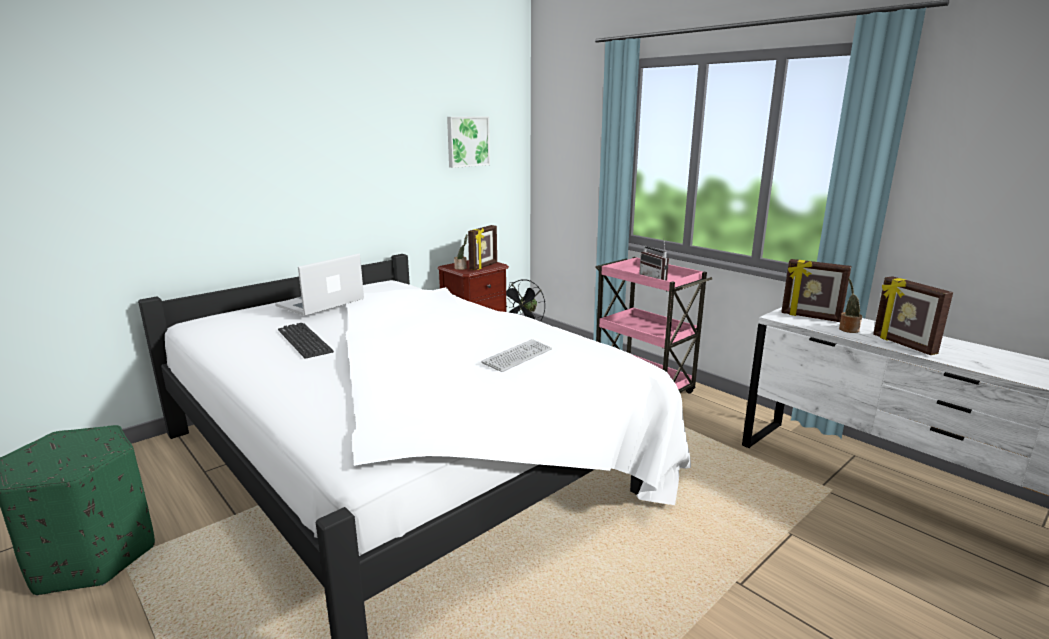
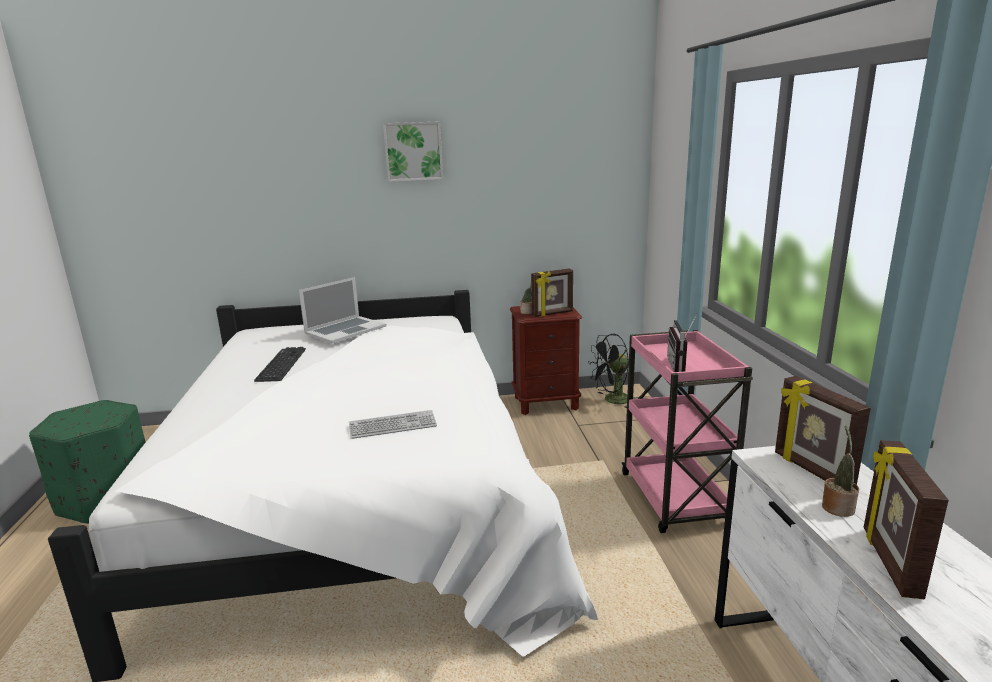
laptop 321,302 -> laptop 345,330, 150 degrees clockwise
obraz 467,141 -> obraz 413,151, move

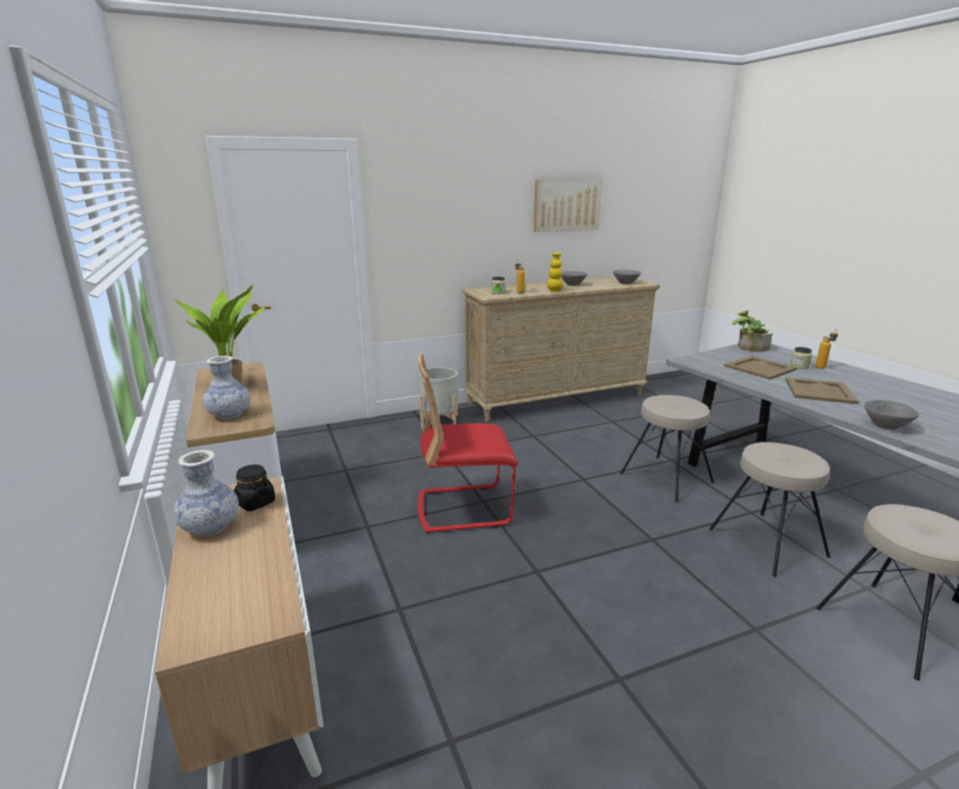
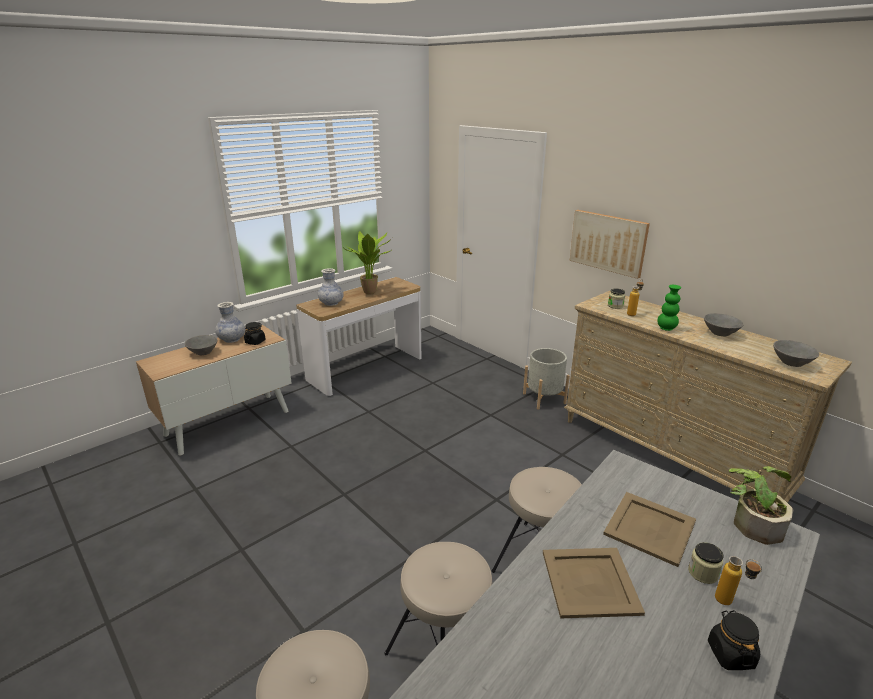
miska [szary] 886,426 -> miska [szary] 203,353, move
obraz 567,205 -> obraz 608,242, move
wazon [żółty] 554,291 -> wazon [zielony] 666,328
none -> słoik [czarny] 730,654
krzesło [czerwony] 464,508 -> none

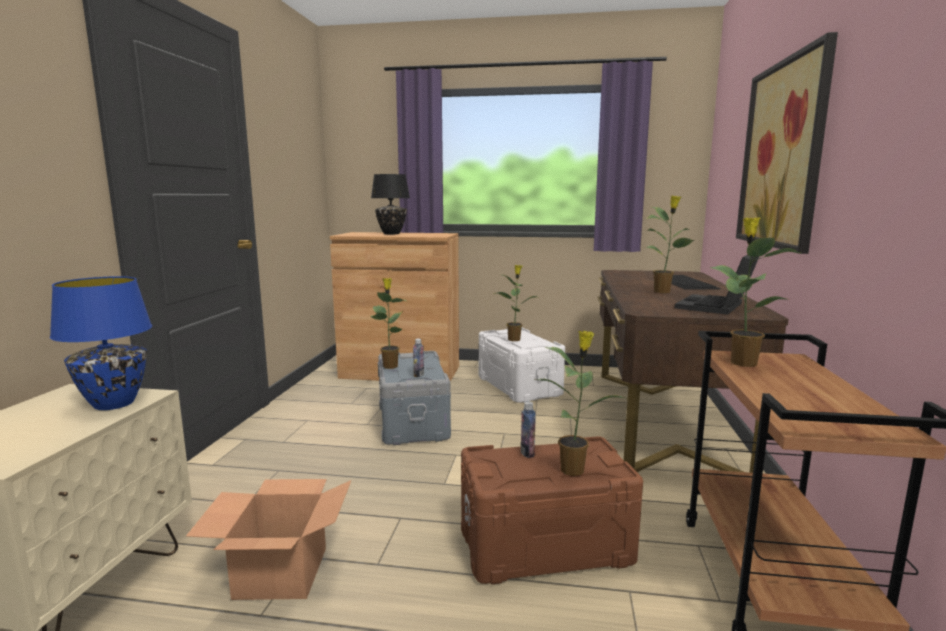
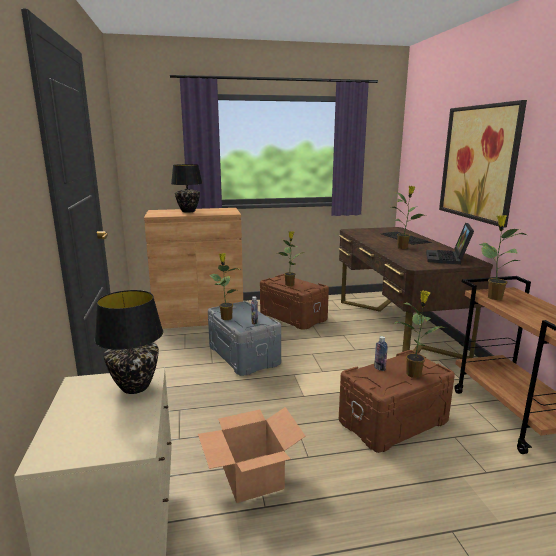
lampa stołowa [niebieski] 113,404 -> lampa stołowa [czarny] 135,387
pojemnik do przechowywania [biały] 519,385 -> pojemnik do przechowywania [brązowy] 293,316

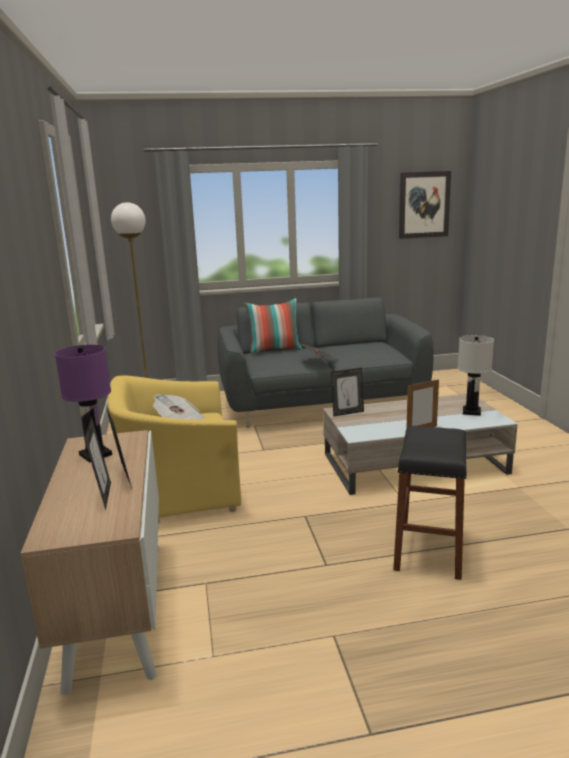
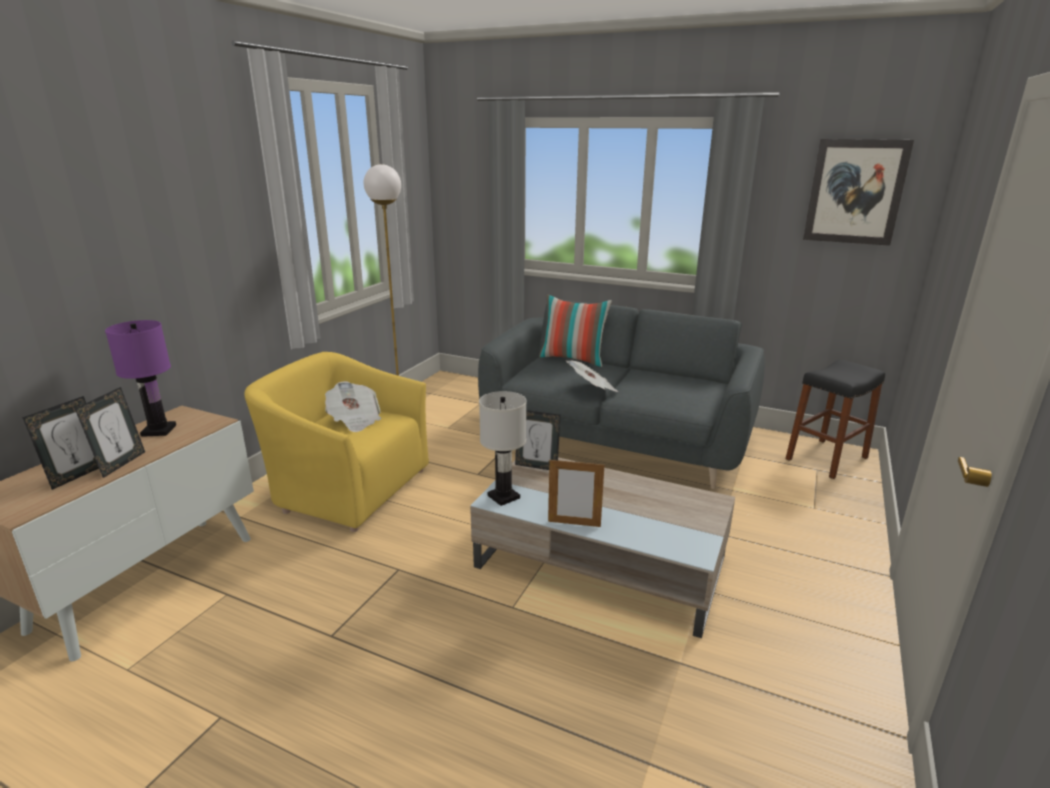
lampa stołowa [biały] 471,412 -> lampa stołowa [biały] 503,496, move
stołek [czarny] 429,549 -> stołek [czarny] 826,458, move

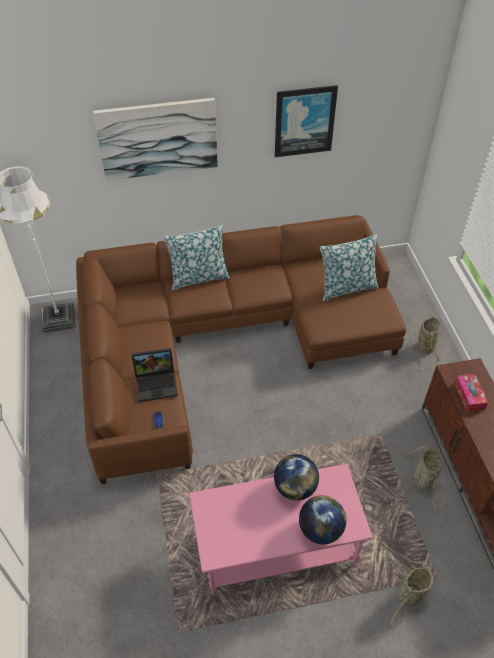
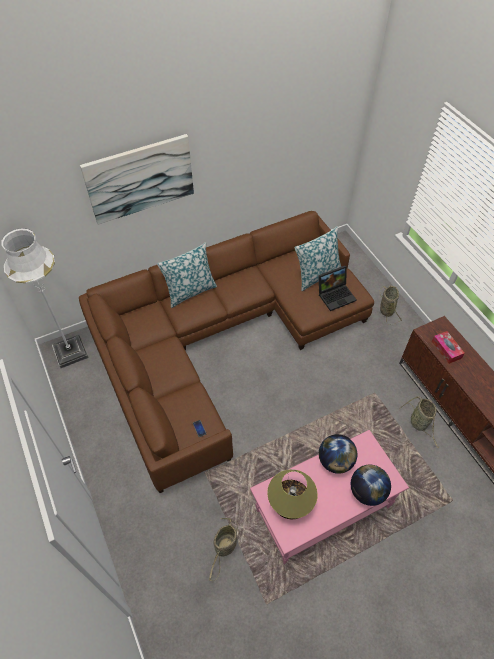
koszyk 409,596 -> koszyk 225,547, move
none -> lampa stołowa 290,502
laptop 157,383 -> laptop 336,295, move
obraz 304,121 -> none

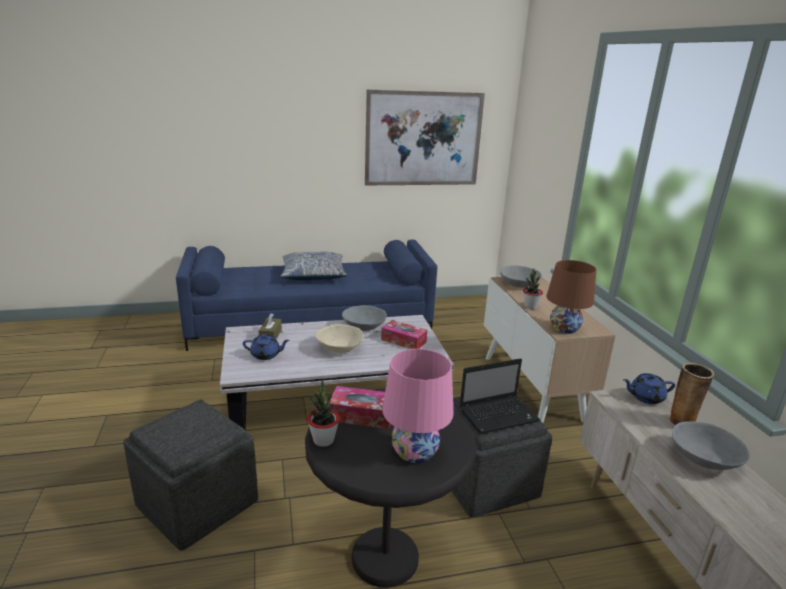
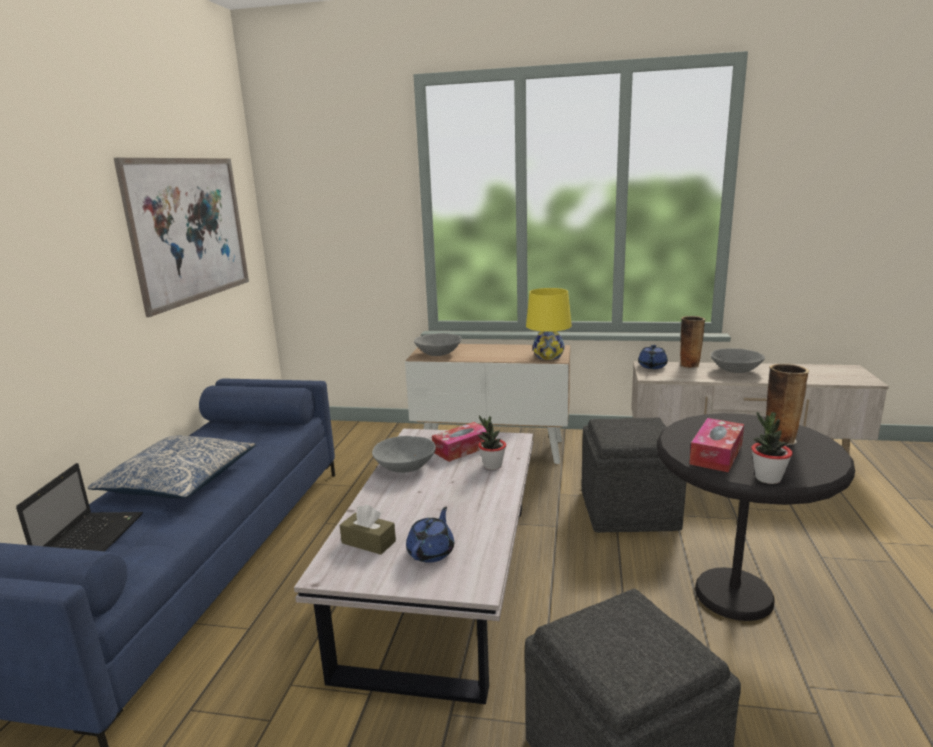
laptop 499,415 -> laptop 92,538, move
roślina doniczkowa 530,306 -> roślina doniczkowa 492,466, move
lampa stołowa [brązowy] 564,328 -> lampa stołowa [żółty] 548,356
lampa stołowa [różowy] 414,451 -> wazon 779,439
miska [beżowy] 339,348 -> none

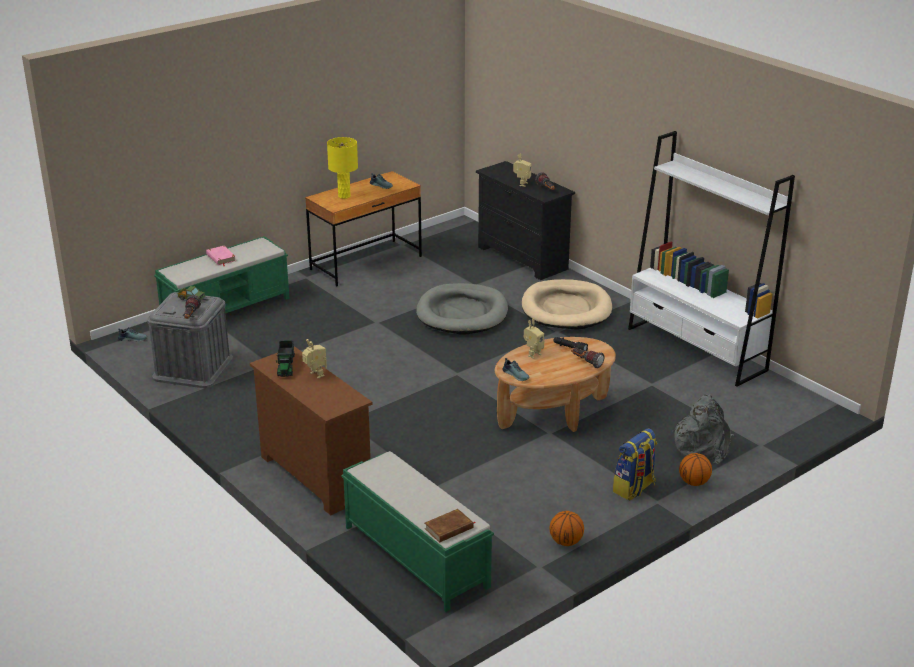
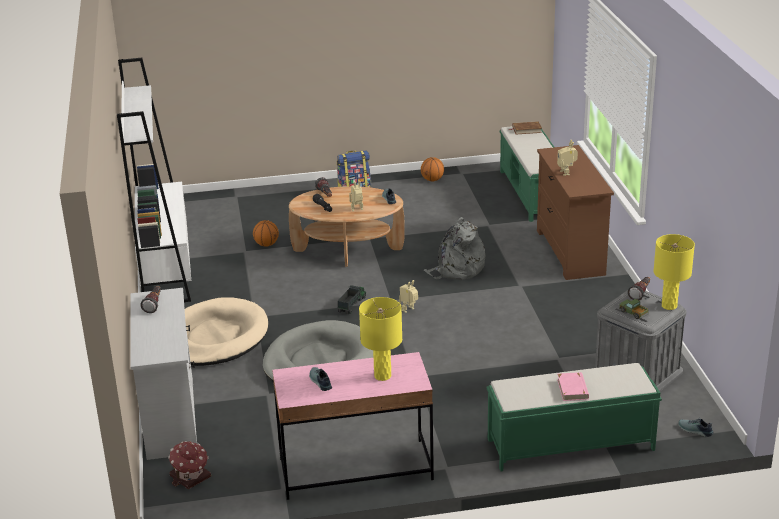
komoda [czarny] 522,258 -> komoda [biały] 170,418
none -> domek 190,477
piłka do koszykówki 694,482 -> piłka do koszykówki 266,244, move
biurko [brązowy] 366,263 -> biurko [różowy] 355,469
ciężarówka zabawkowa 286,366 -> ciężarówka zabawkowa 352,304, move
robot zabawkowy 521,184 -> robot zabawkowy 409,310, move
plecak [szary] 703,446 -> plecak [szary] 457,270, move
none -> lampa stołowa [żółty] 669,306

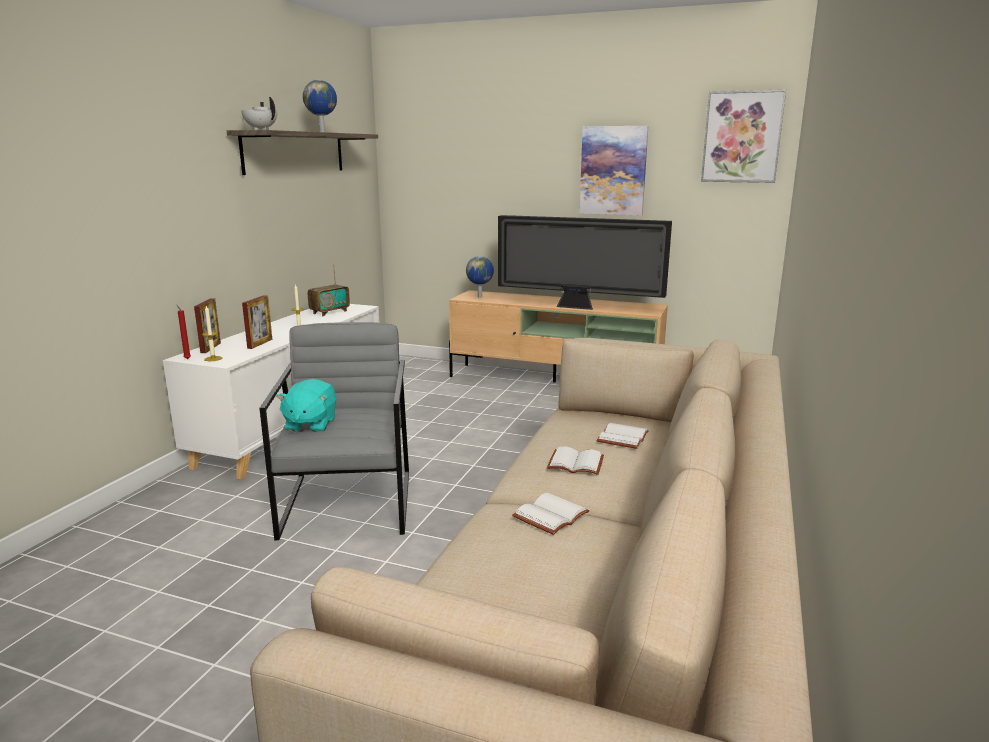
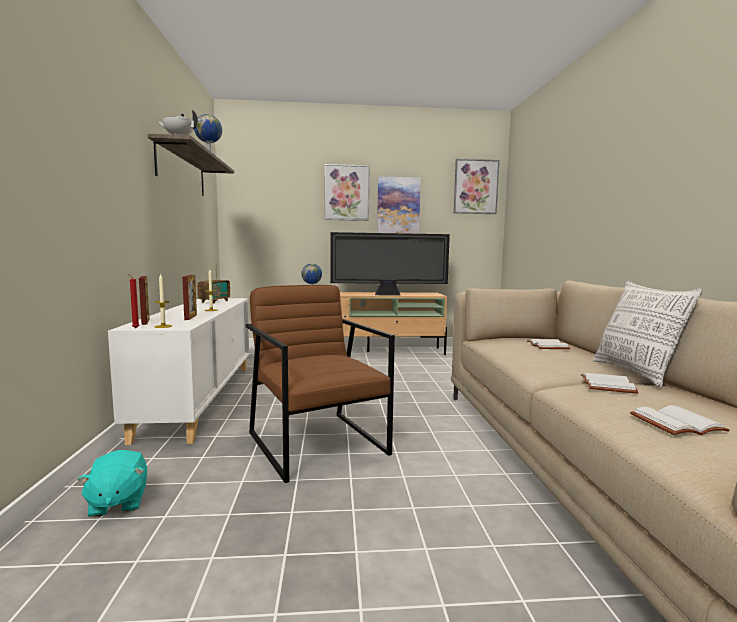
pluszak [turkusowy] 310,425 -> pluszak [turkusowy] 117,503, move
fotel [szary] 349,503 -> fotel [brązowy] 317,443
none -> obraz 346,193
none -> poduszka 636,373
książka [biały] 574,464 -> książka [biały] 677,424, move

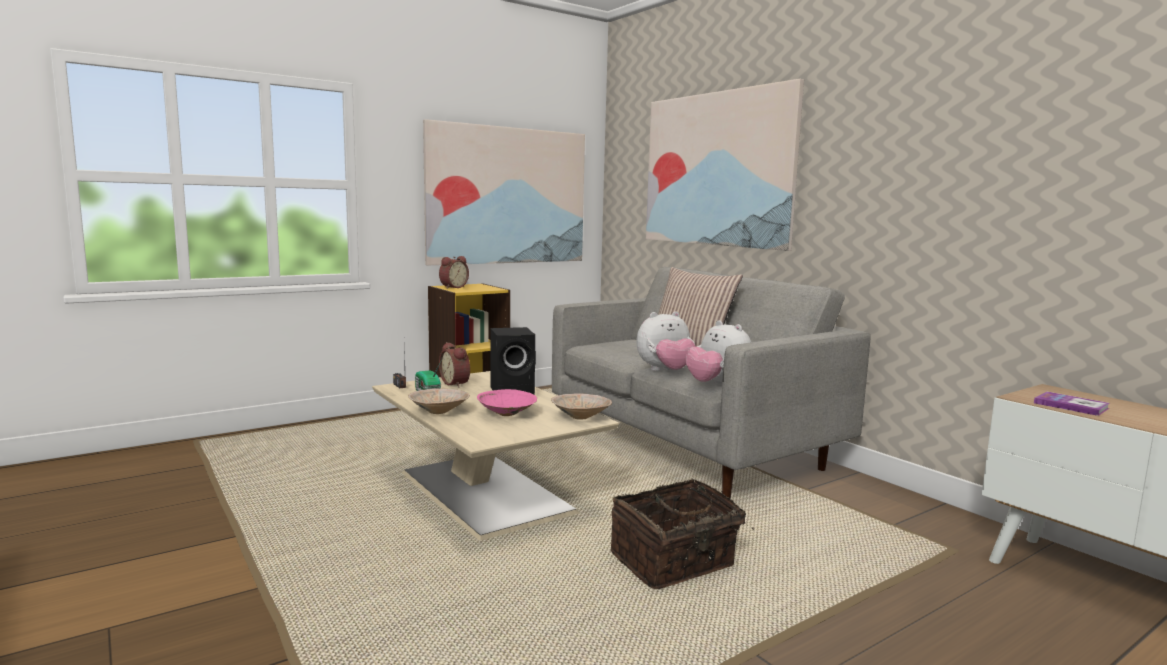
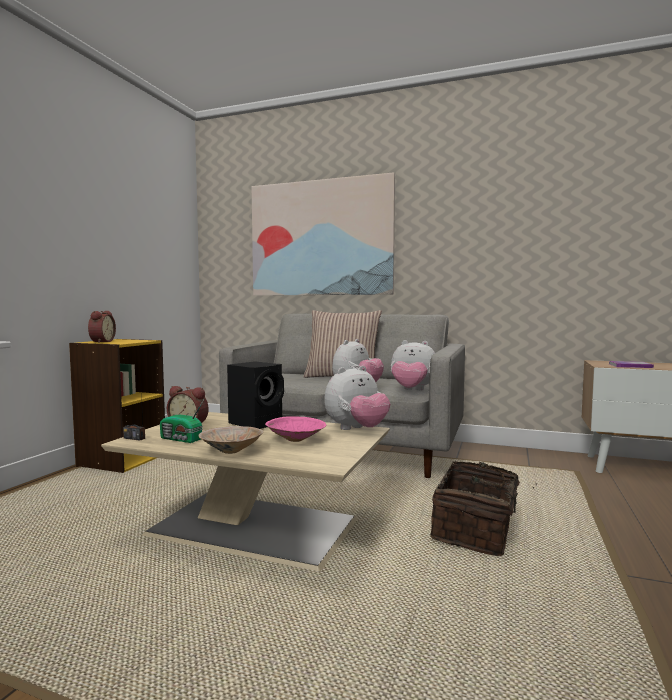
miska [beżowy] 581,417 -> pluszak 356,429
obraz 507,196 -> none

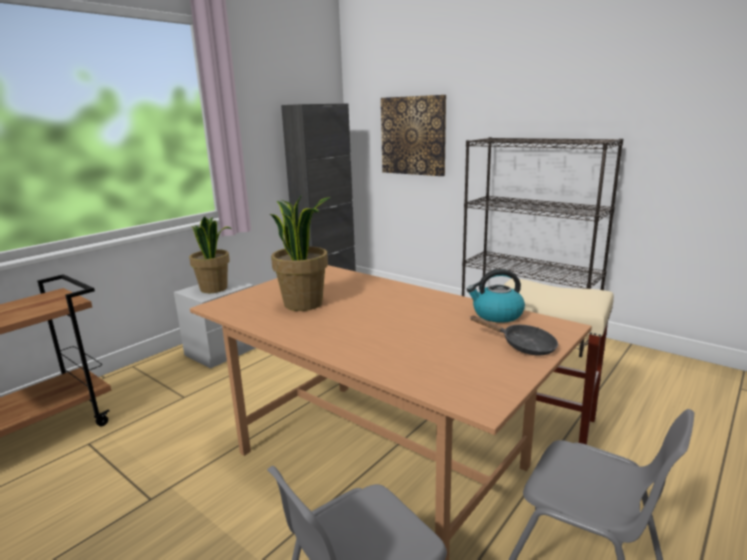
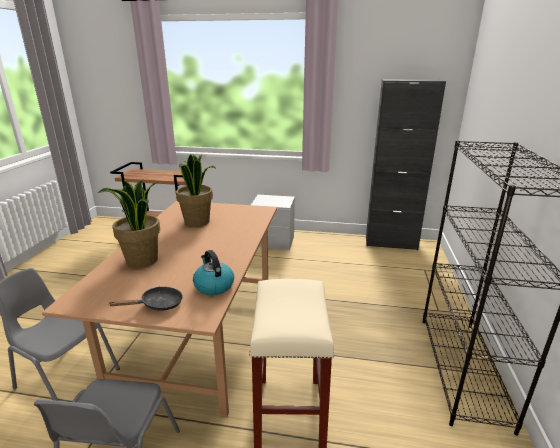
roślina doniczkowa 214,289 -> roślina doniczkowa 142,261, move
patelnia [czarny] 523,346 -> patelnia [czarny] 158,305, 120 degrees counterclockwise
obraz 413,136 -> none

